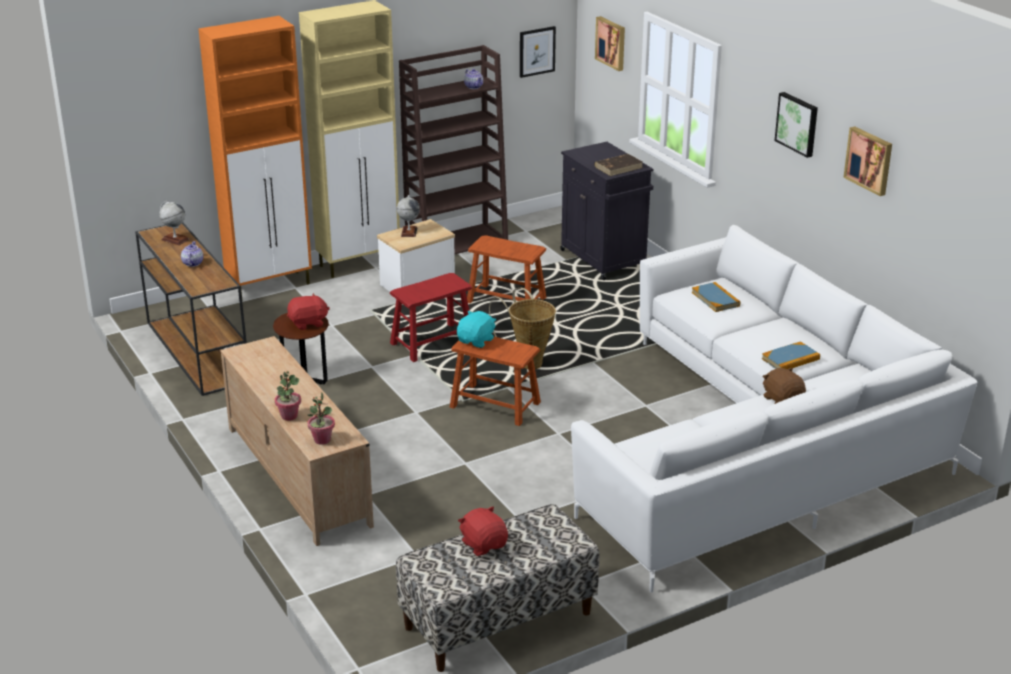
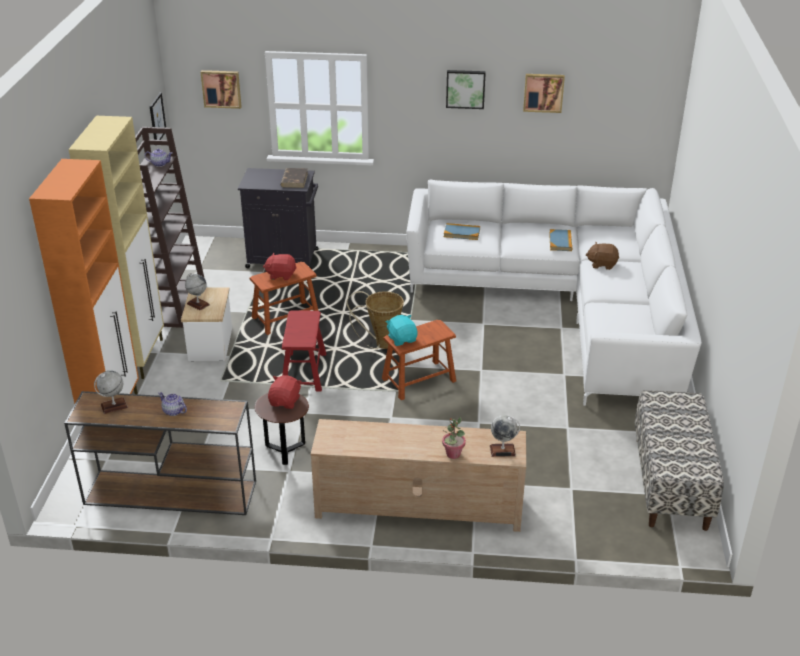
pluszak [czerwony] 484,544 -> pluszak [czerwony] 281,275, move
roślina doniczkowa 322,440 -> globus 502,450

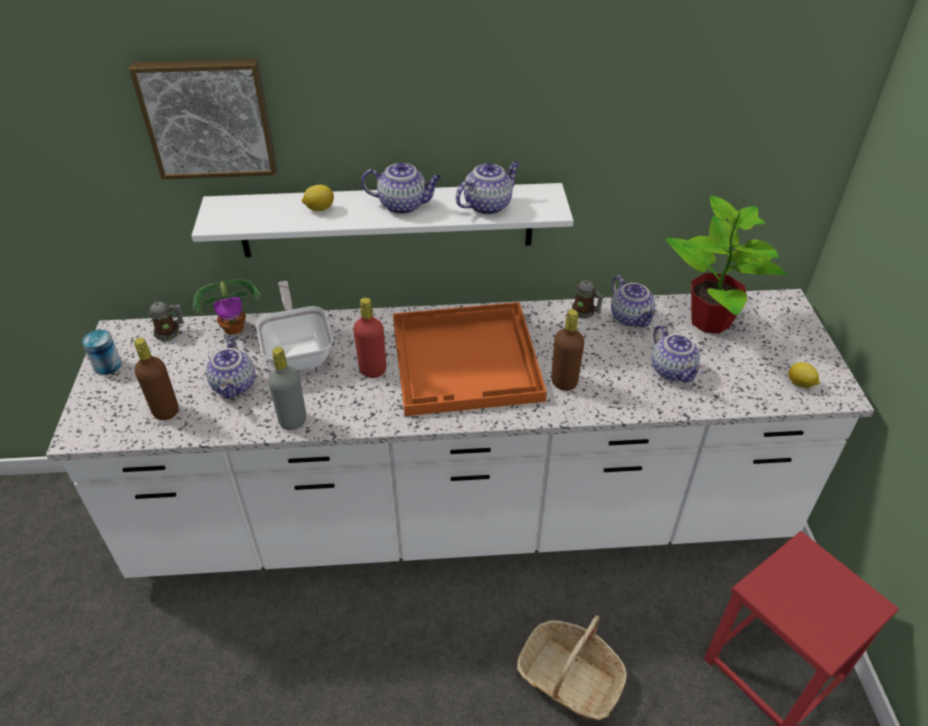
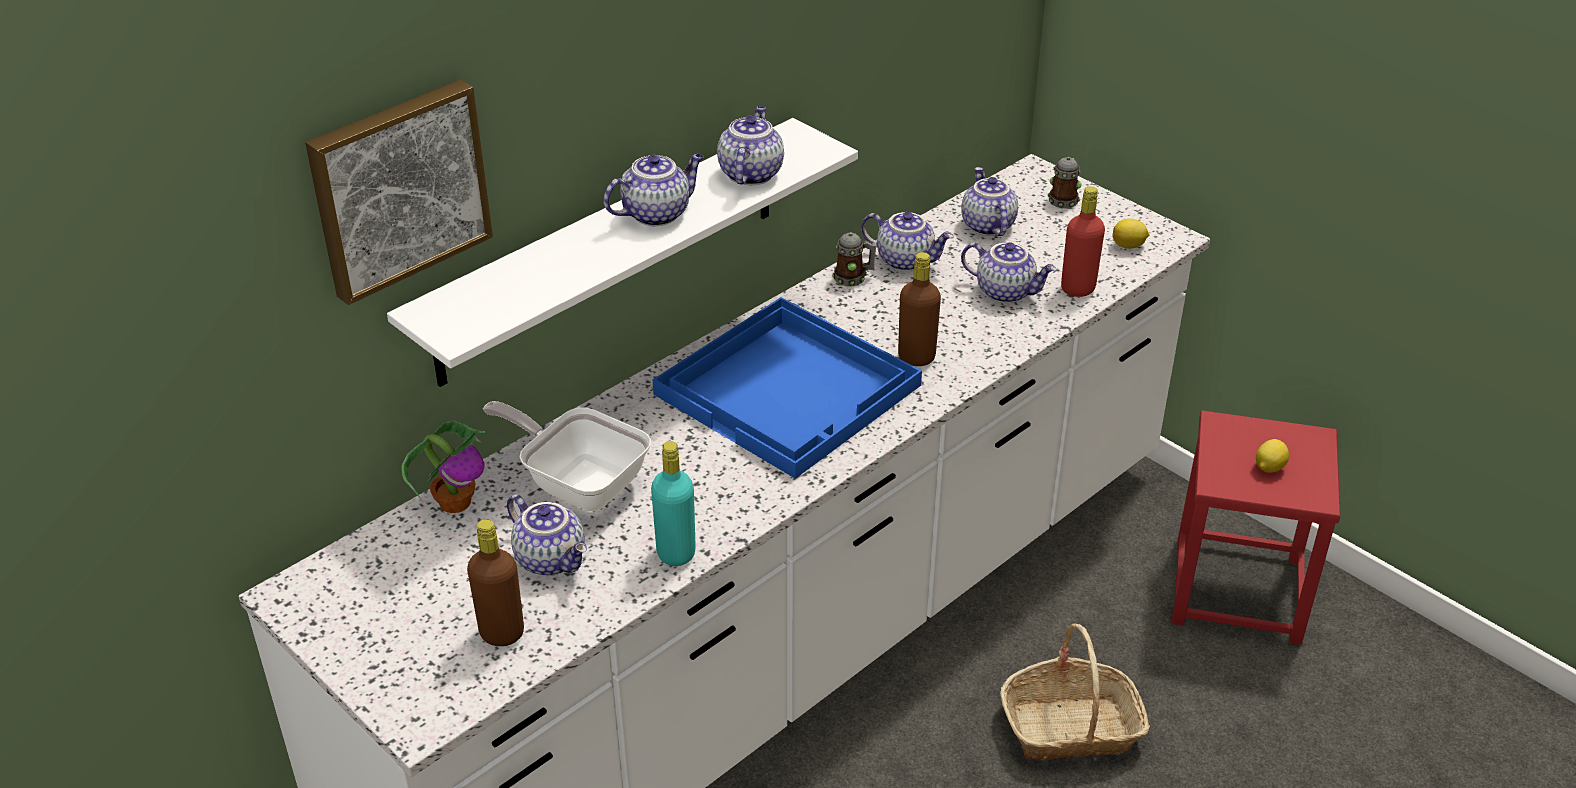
butelka [szary] 293,420 -> butelka [turkusowy] 676,553
taca [pomarańczowy] 467,361 -> taca [niebieski] 790,389
roślina doniczkowa 711,321 -> imbryk 986,225
kubek 170,332 -> kubek 1064,199, move
butelka [czerwony] 373,370 -> butelka [czerwony] 1077,289, move
cytryna 319,209 -> cytryna 1268,468, move
puszka 107,365 -> none

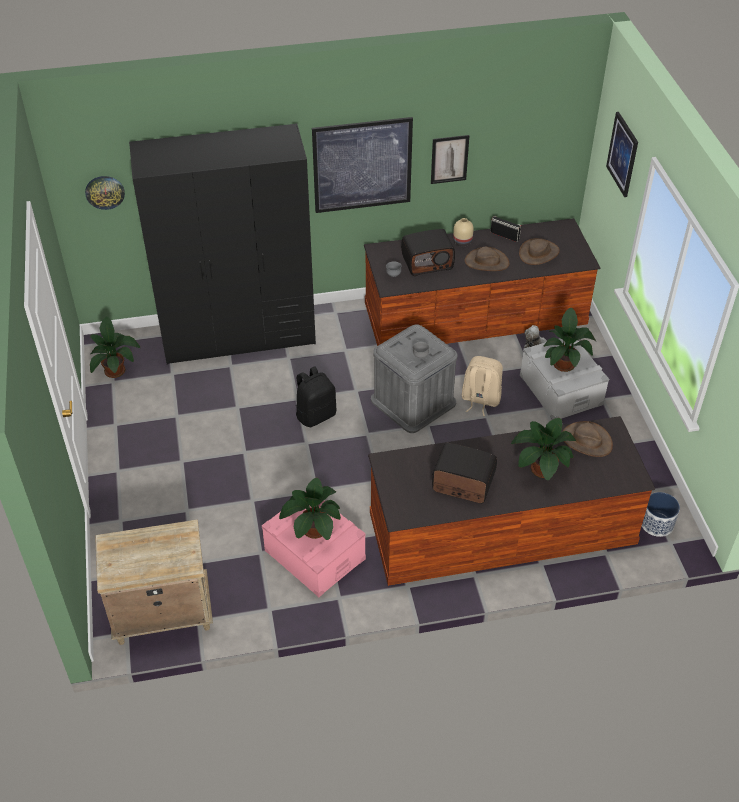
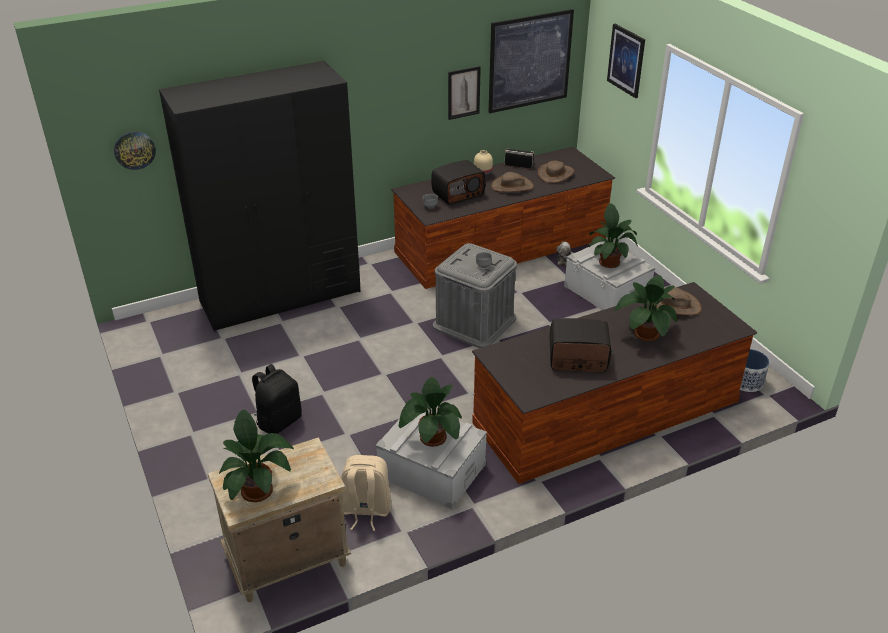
roślina doniczkowa 116,369 -> roślina doniczkowa 258,488, move
plecak [czarny] 316,415 -> plecak [czarny] 279,421, move
plecak [beżowy] 480,400 -> plecak [beżowy] 366,510, move
pojemnik do przechowywania [różowy] 314,554 -> pojemnik do przechowywania [szary] 431,471
obraz 362,165 -> obraz 530,61, move

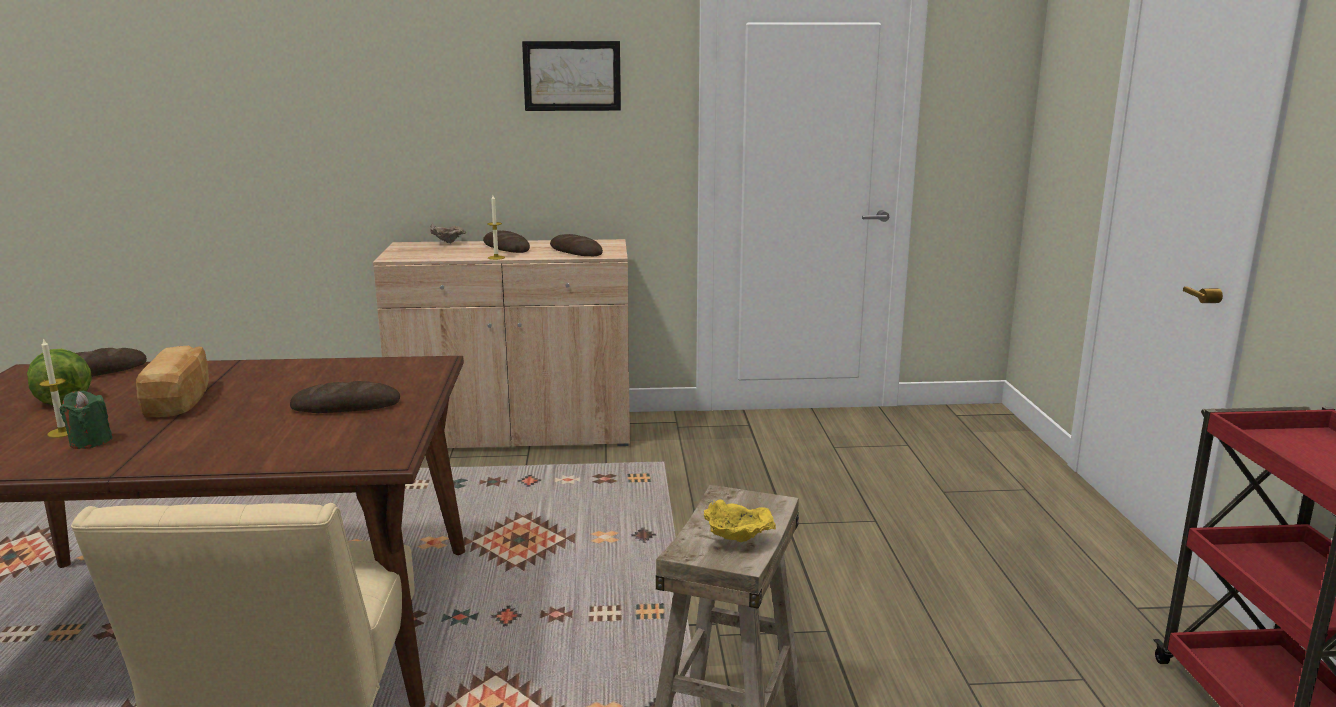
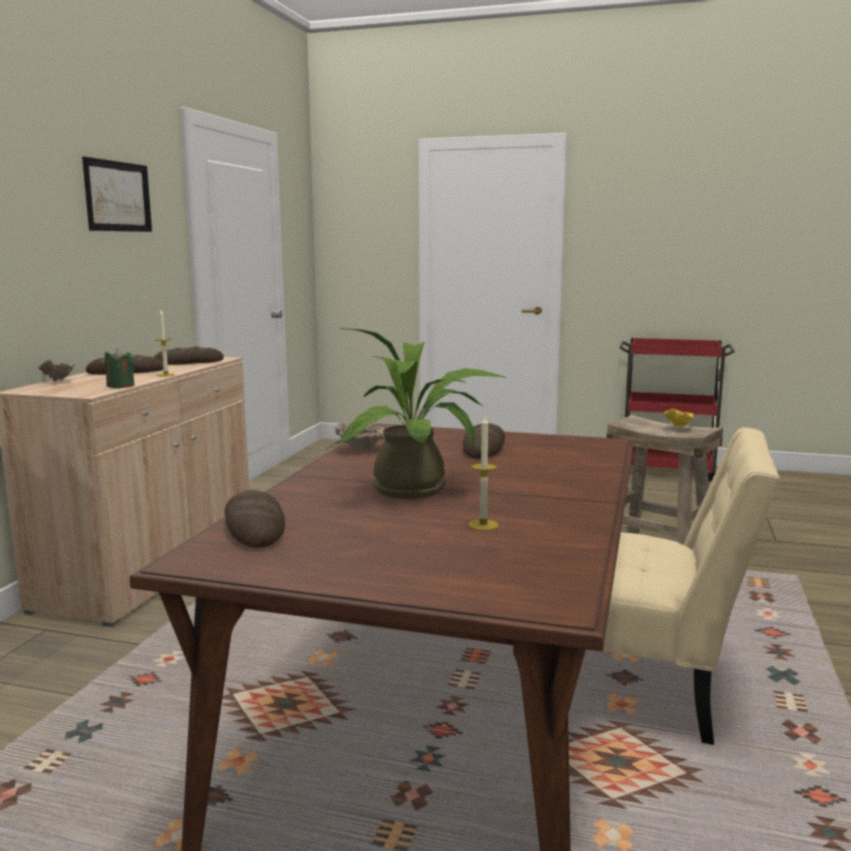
świeca [zielony] 90,441 -> świeca [zielony] 121,386, move
none -> miska [beżowy] 362,450
chleb 181,401 -> roślina doniczkowa 419,490
sałata 62,398 -> none

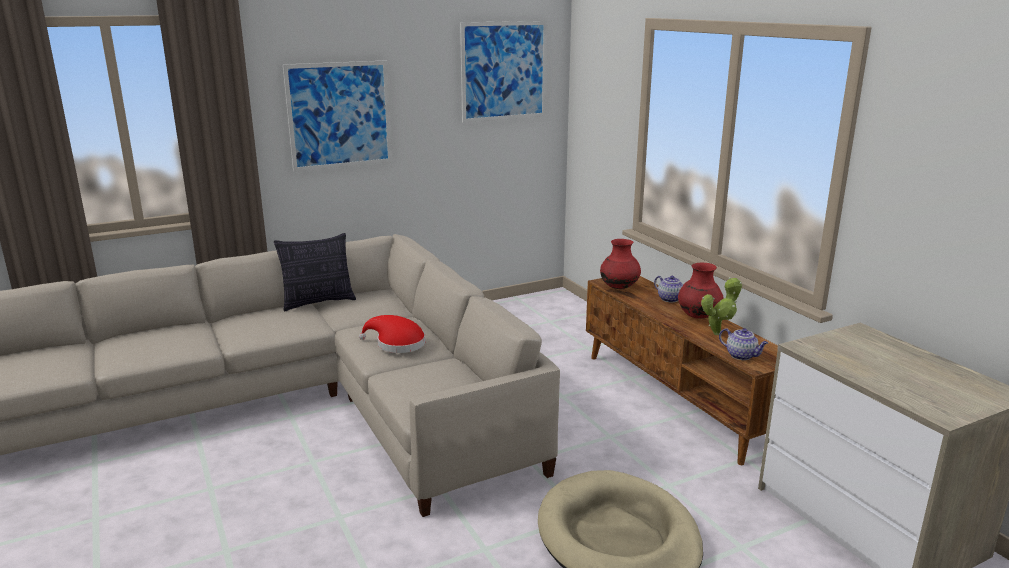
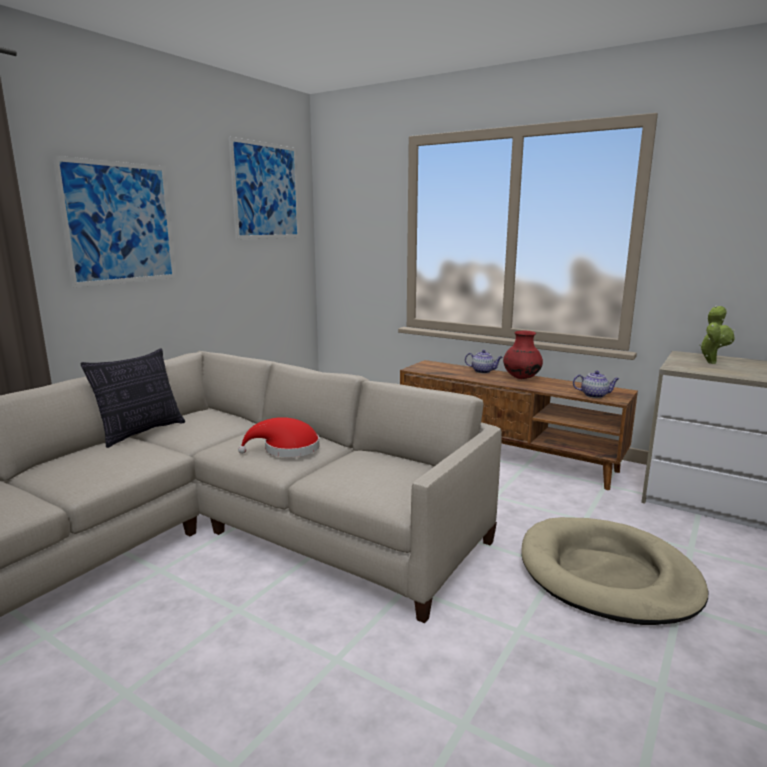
roślina doniczkowa 718,333 -> roślina doniczkowa 711,362, move
wazon [czerwony] 619,287 -> none

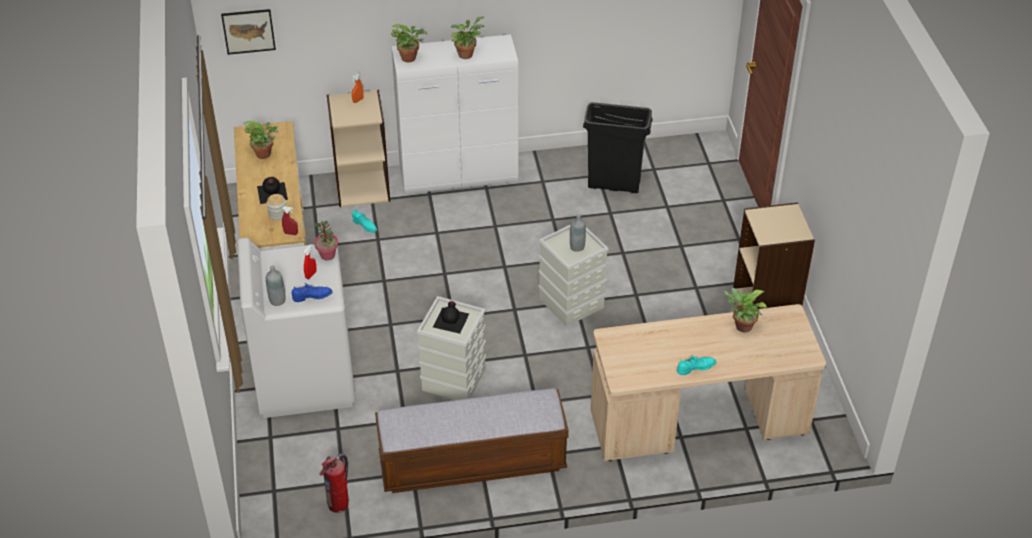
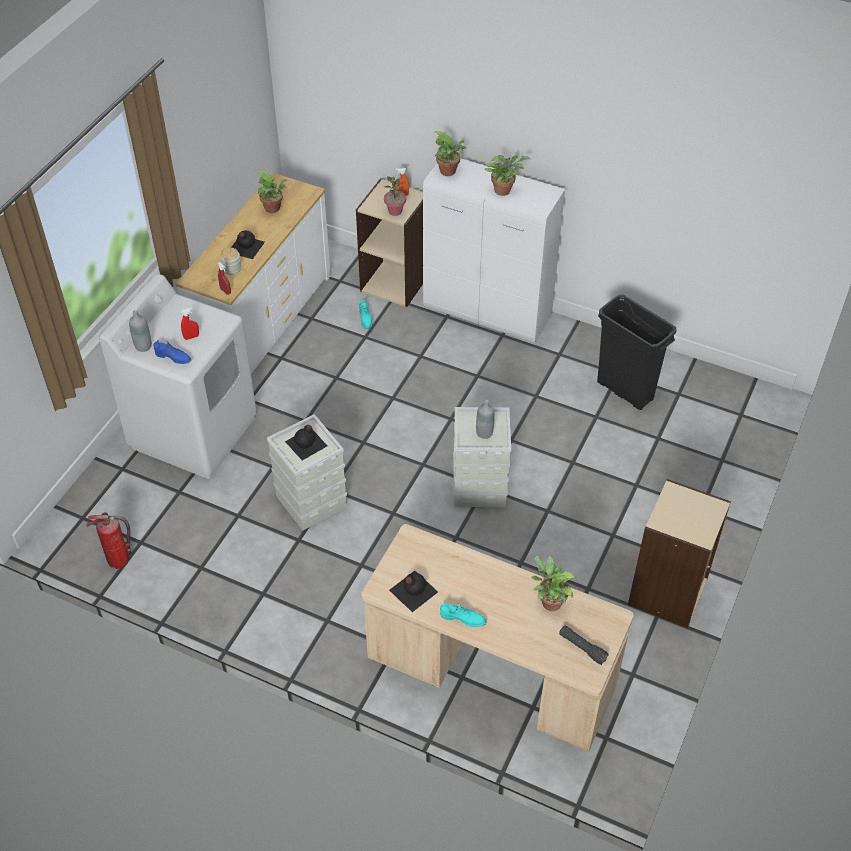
roślina doniczkowa 328,255 -> roślina doniczkowa 395,211, move
none -> butelka [czarny] 412,591
none -> latarka [czarny] 582,648
obraz 248,31 -> none
ławka 472,463 -> none

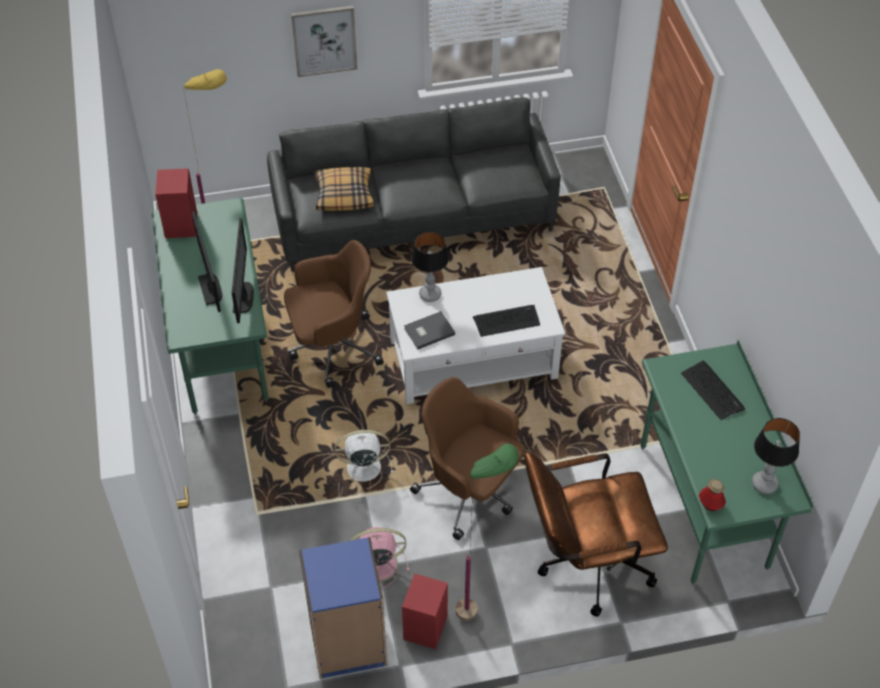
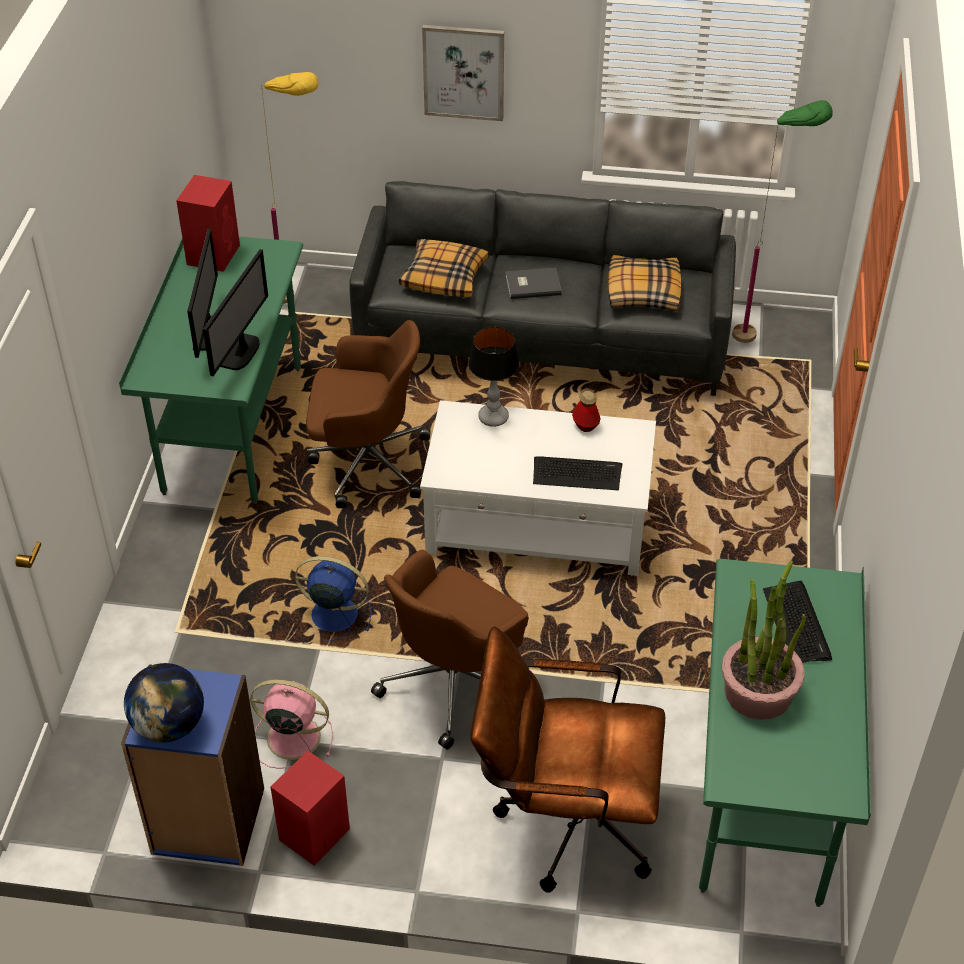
none -> globus 169,725
wentylator [biały] 362,468 -> wentylator [niebieski] 332,614
krzesło biurowe [brązowy] 470,491 -> krzesło biurowe [brązowy] 455,682, 105 degrees counterclockwise
książka [szary] 428,331 -> książka [szary] 532,284, move
butelka 710,504 -> butelka 585,425, move
none -> poduszka 642,292
none -> roślina doniczkowa 758,691
lampa stojąca [zielony] 481,603 -> lampa stojąca [zielony] 762,336, move
lampa stołowa 765,484 -> none

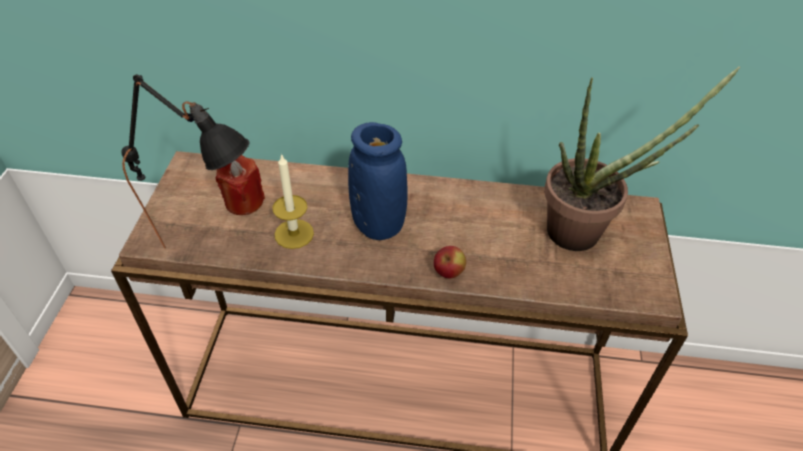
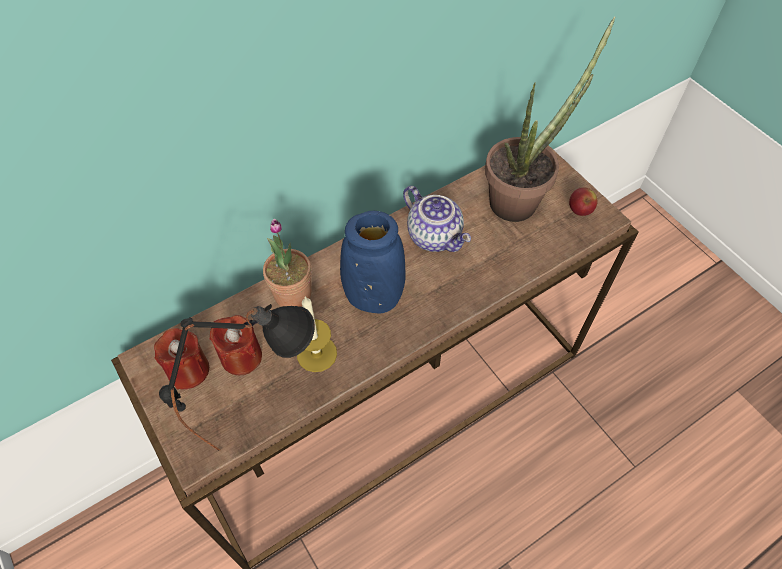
none -> świeca [czerwony] 188,370
none -> roślina doniczkowa 292,293
none -> imbryk 435,236
jabłko 448,272 -> jabłko 579,210, move

